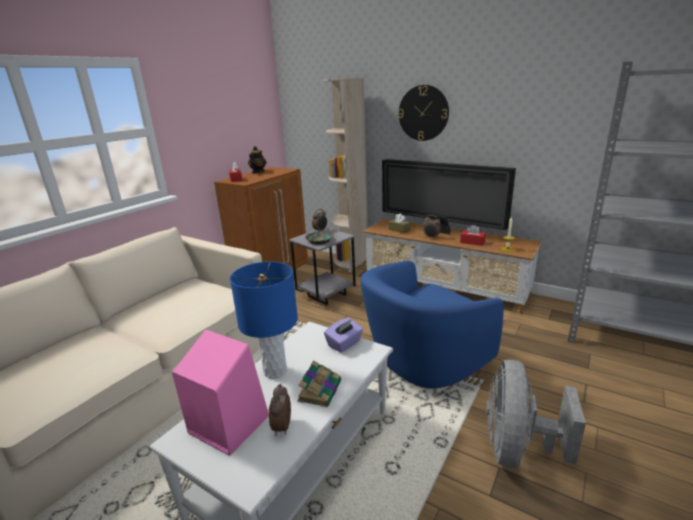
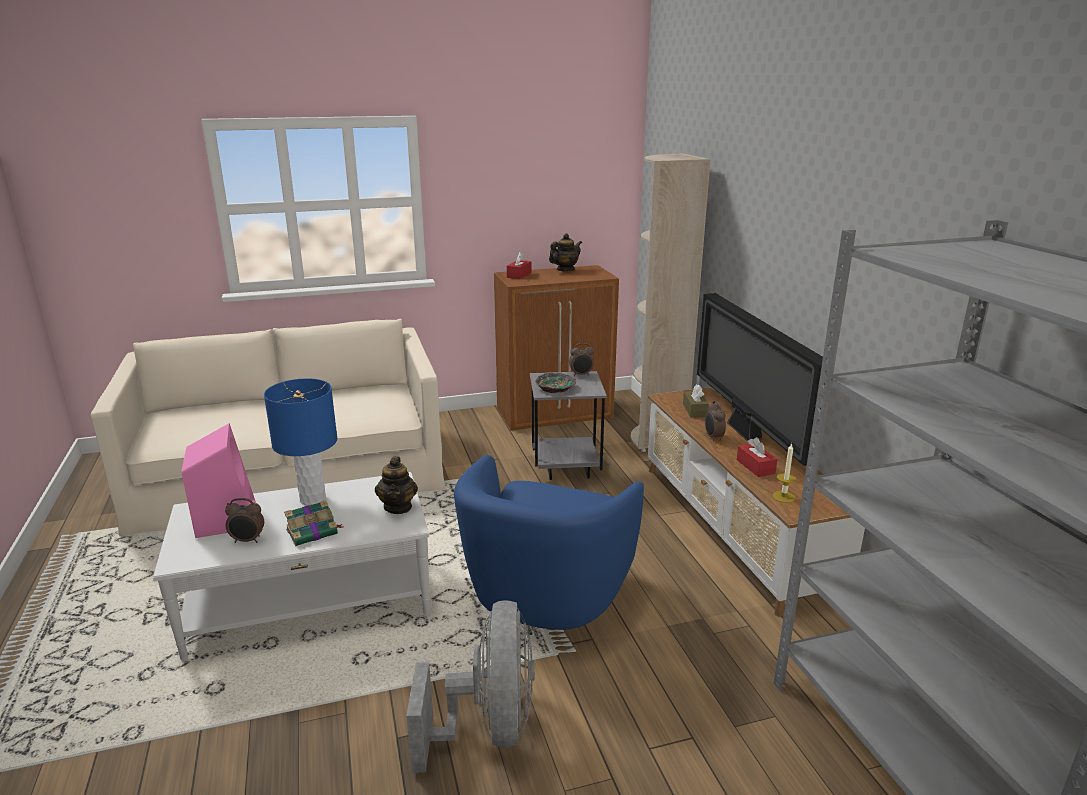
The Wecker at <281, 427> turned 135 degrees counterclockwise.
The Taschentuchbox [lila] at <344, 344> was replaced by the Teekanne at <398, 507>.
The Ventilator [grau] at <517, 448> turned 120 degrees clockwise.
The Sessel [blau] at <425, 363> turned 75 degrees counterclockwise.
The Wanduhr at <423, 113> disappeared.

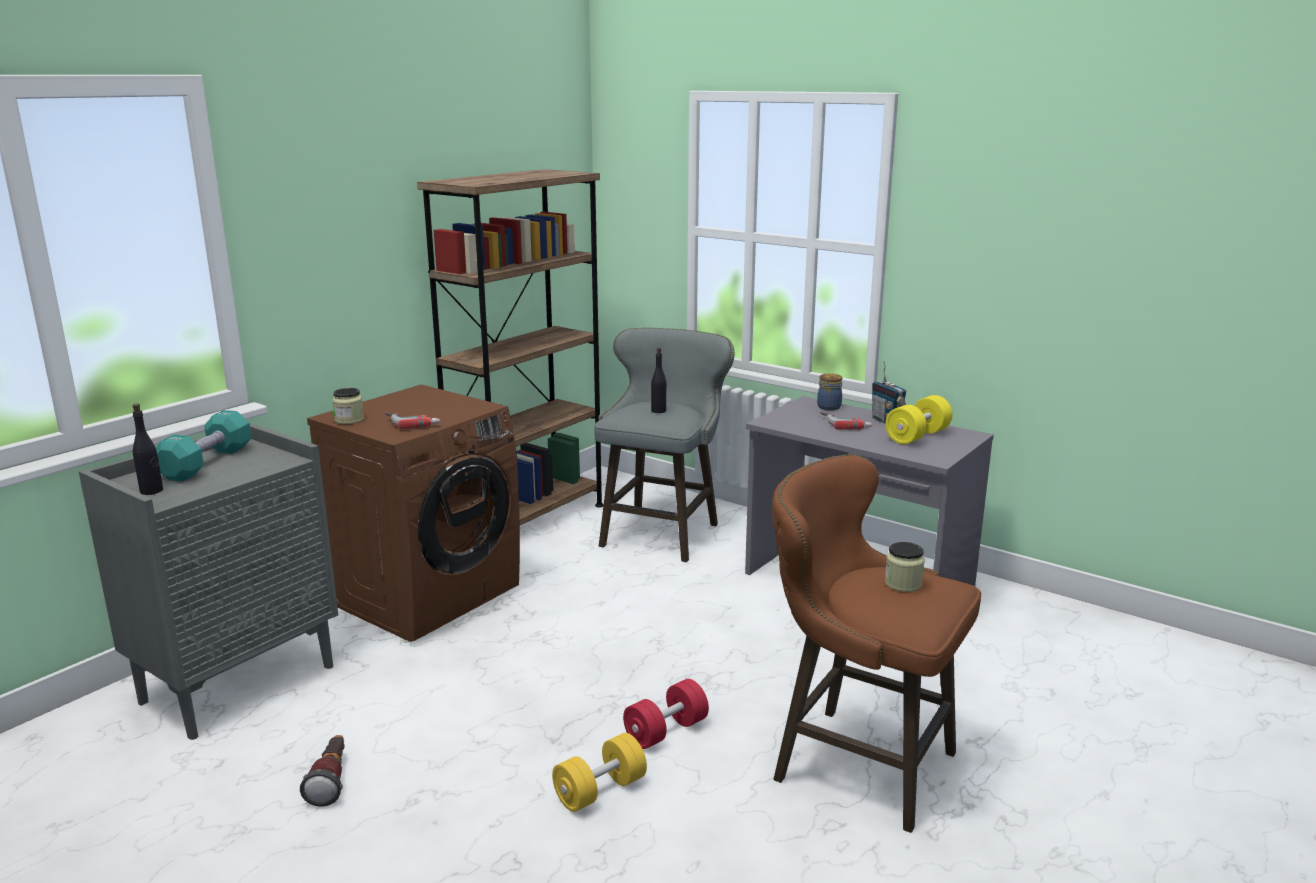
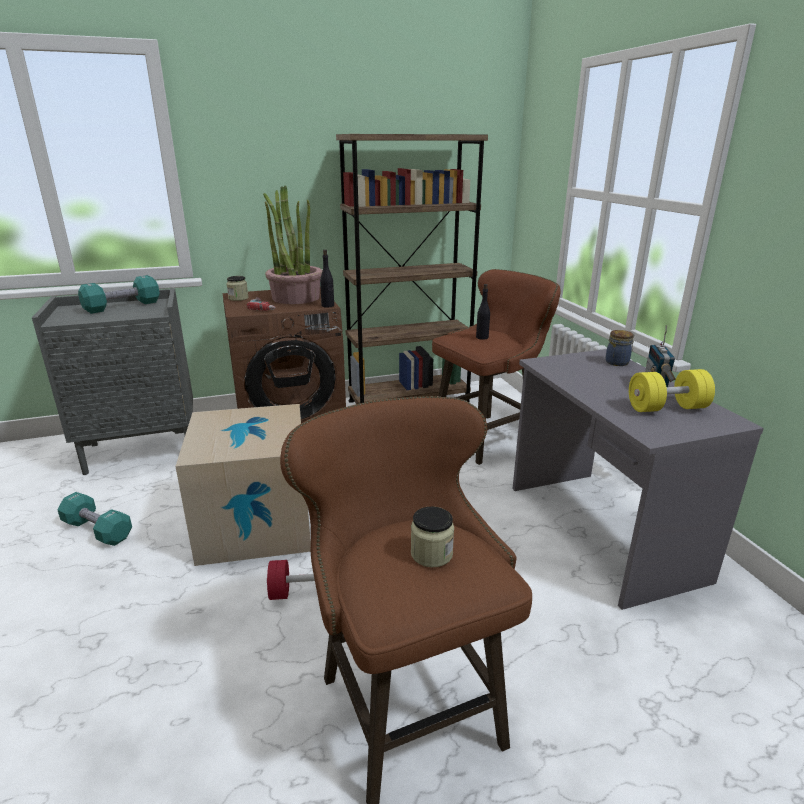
The Taschenlampe at <331, 781> was replaced by the Hantel [türkis] at <97, 530>.
The Karton at <256, 524> appeared.
The Topfpflanze at <295, 297> appeared.
The Flasche [schwarz] moved from <152, 491> to <328, 306>.
The Hocker [grau] at <662, 532> became the Hocker [braun] at <487, 437>.
The Hantel [gelb] at <600, 790> disappeared.
The Bohrmaschine at <845, 423> disappeared.

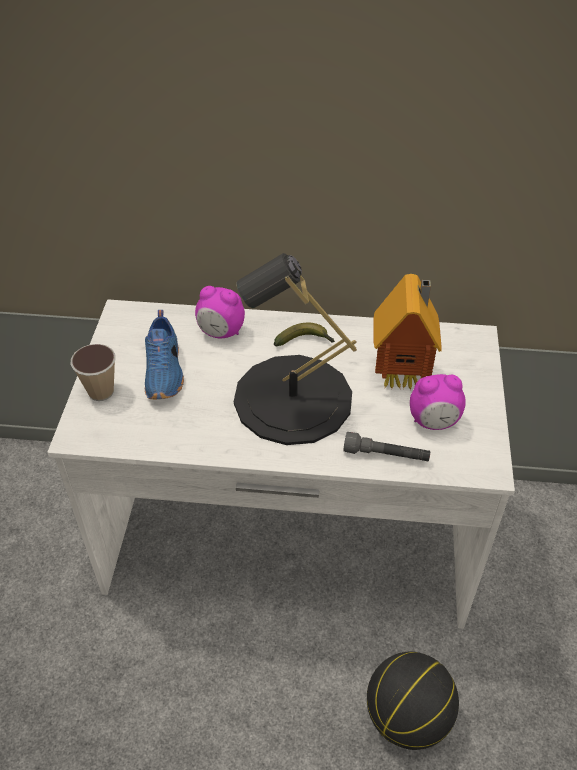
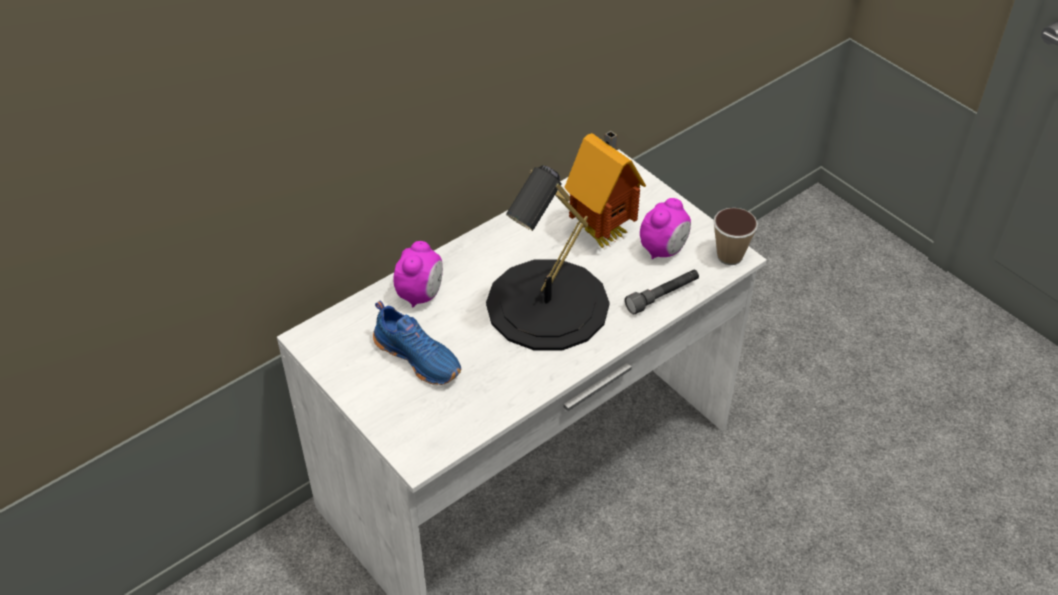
The Wecker at <221, 332> turned 45 degrees counterclockwise.
The Tasse moved from <101, 392> to <729, 256>.
The Banane at <305, 341> disappeared.
The Basketball at <408, 717> disappeared.

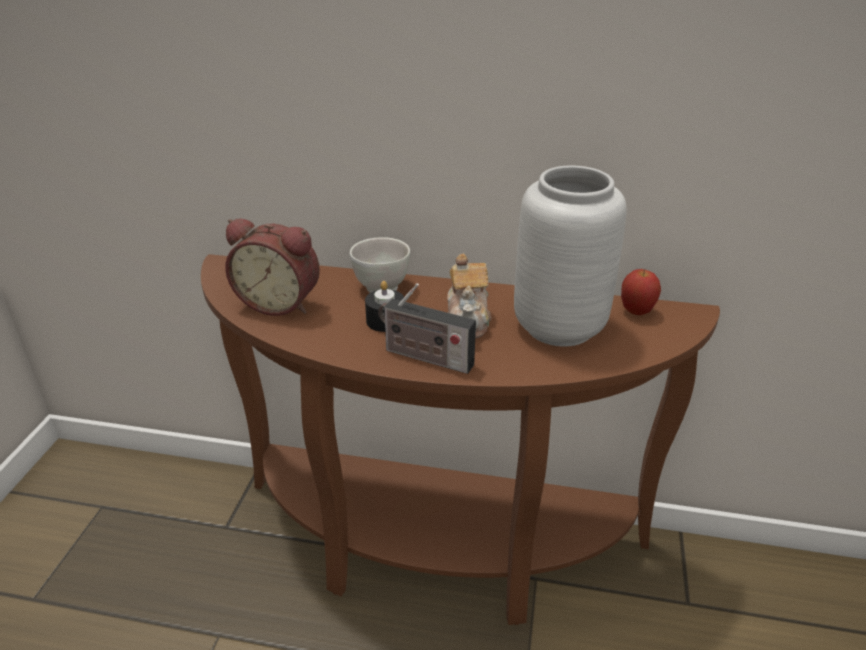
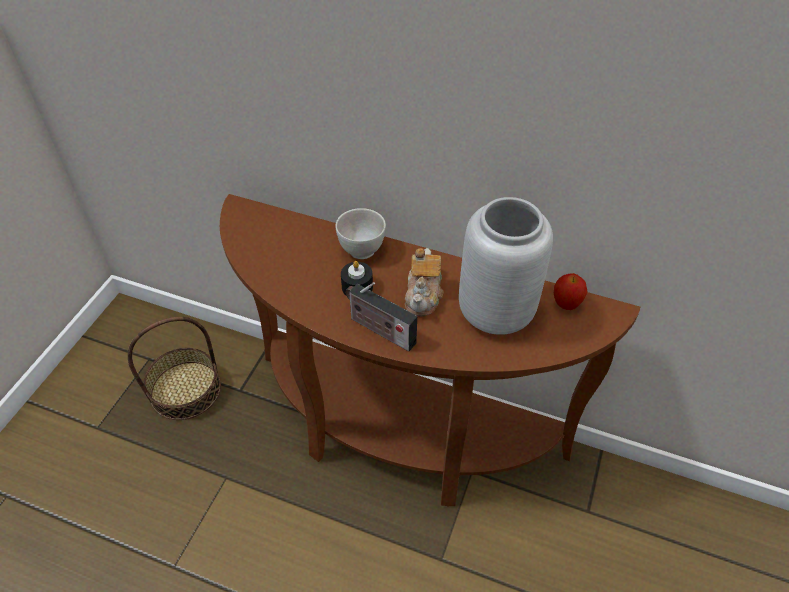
The Korb at <185, 390> appeared.
The Wecker at <280, 302> disappeared.

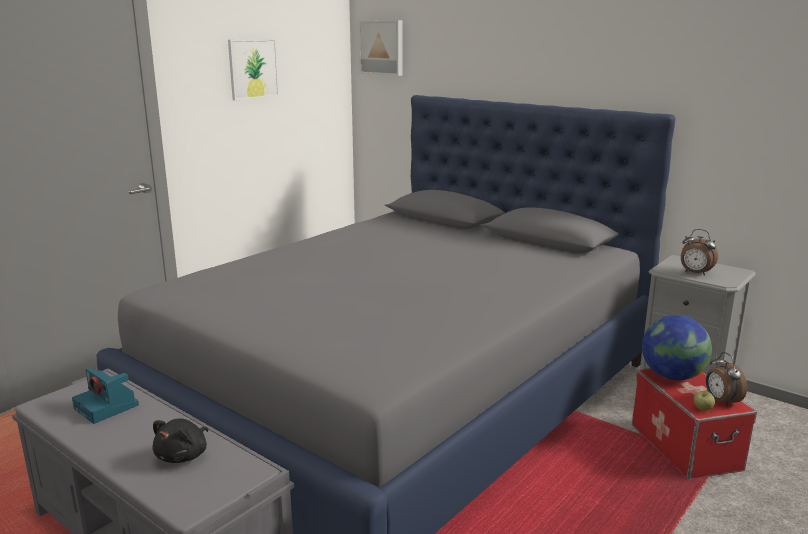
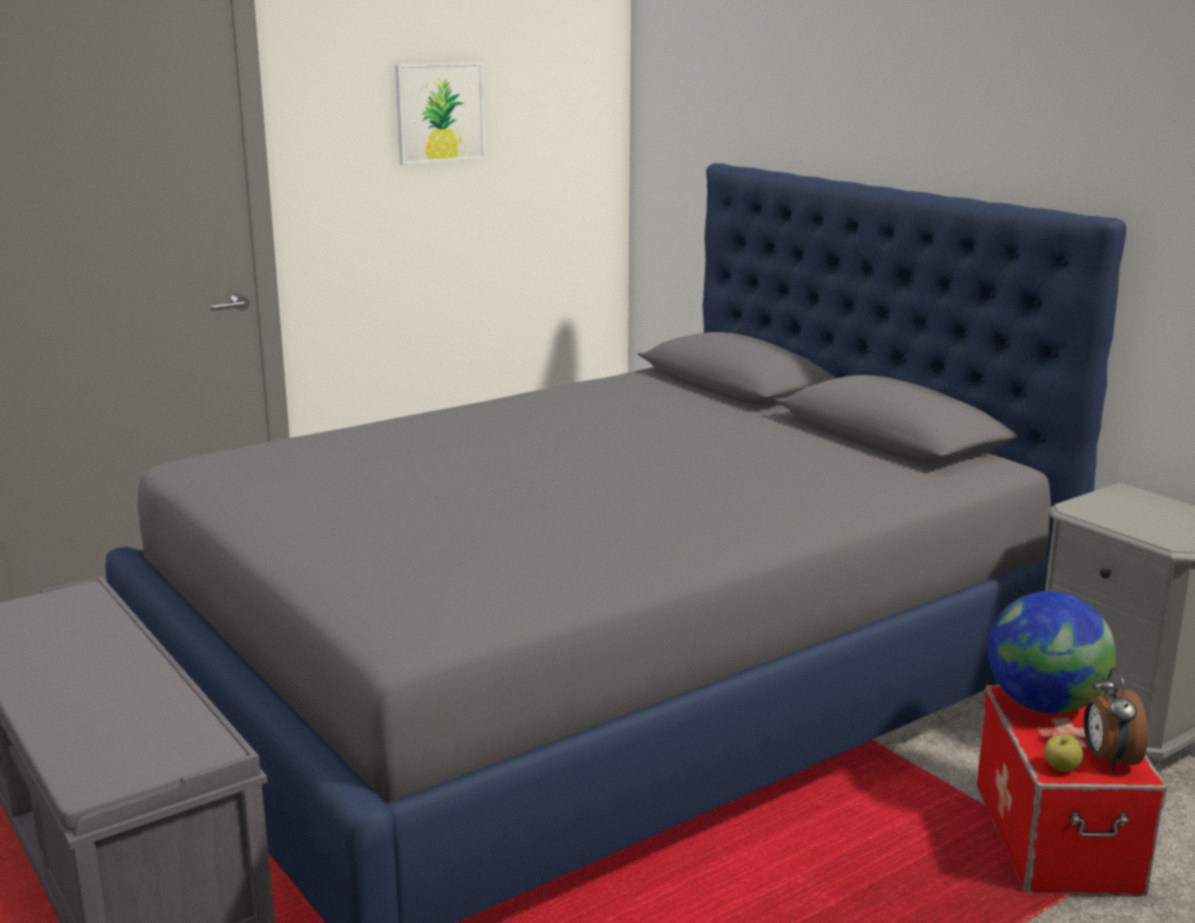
The Kamera at <107, 407> disappeared.
The Plüschtier [schwarz] at <184, 455> disappeared.
The Bild at <382, 47> disappeared.
The Wecker at <695, 273> disappeared.

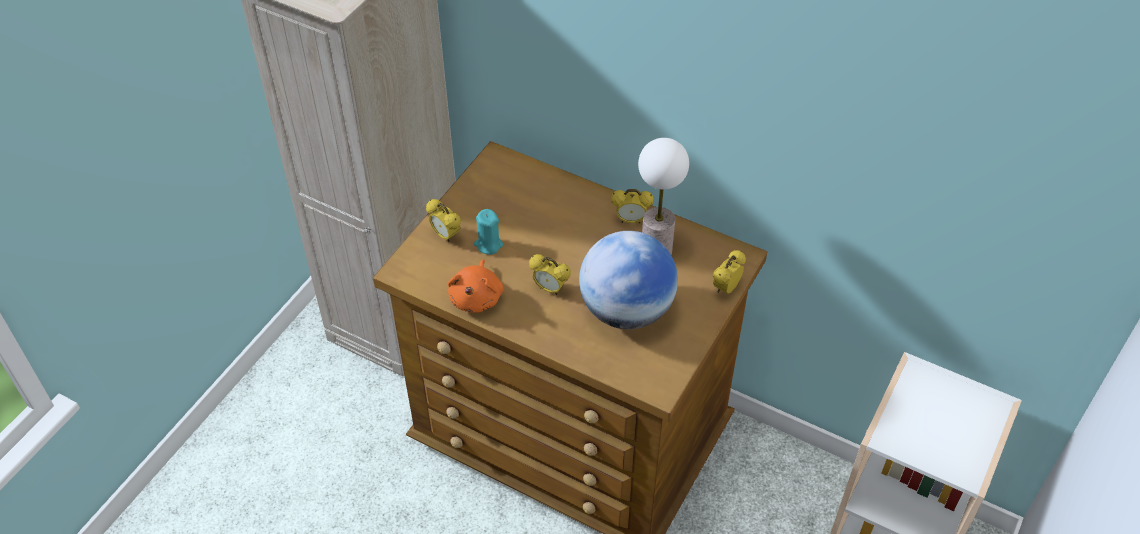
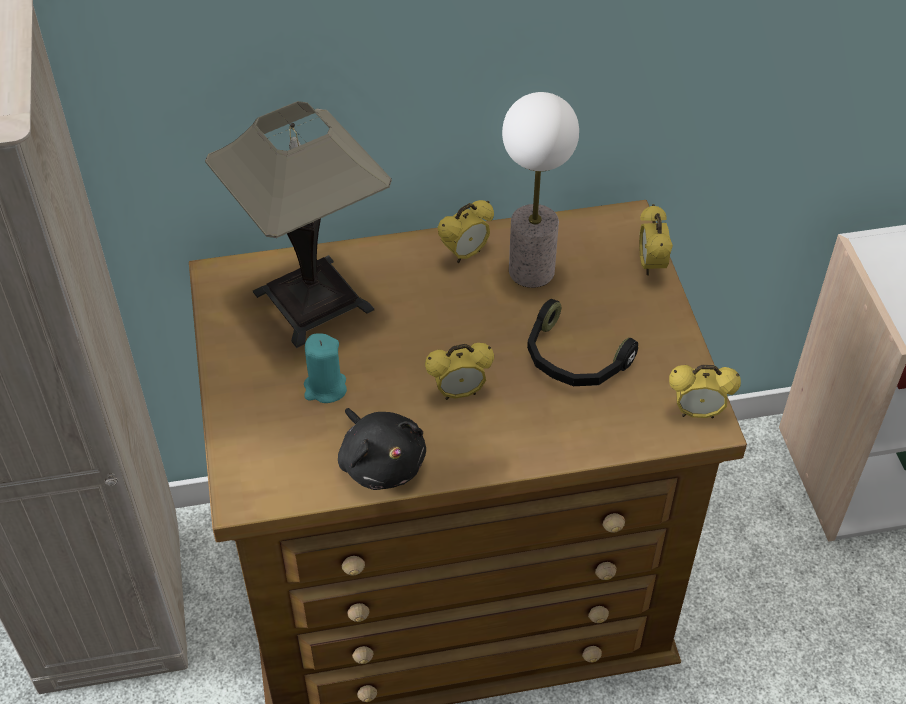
The Tischlampe at <313, 301> appeared.
The Plüschtier [orange] at <477, 297> became the Plüschtier [schwarz] at <381, 462>.
The Globus at <626, 310> was replaced by the Kopfhörer [schwarz] at <573, 360>.
The Wecker moved from <445, 235> to <697, 412>.

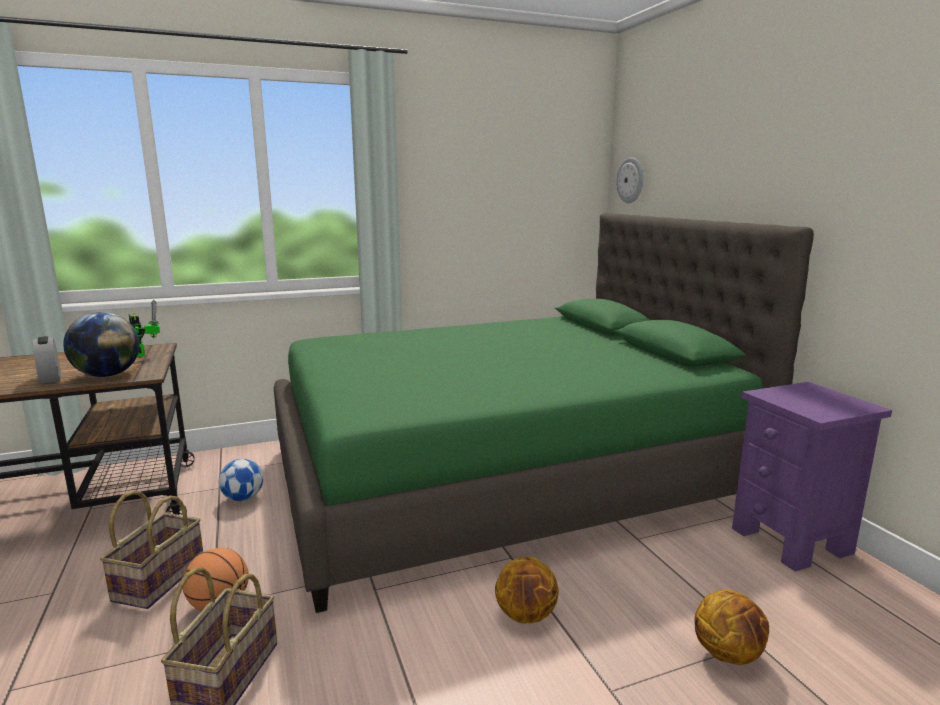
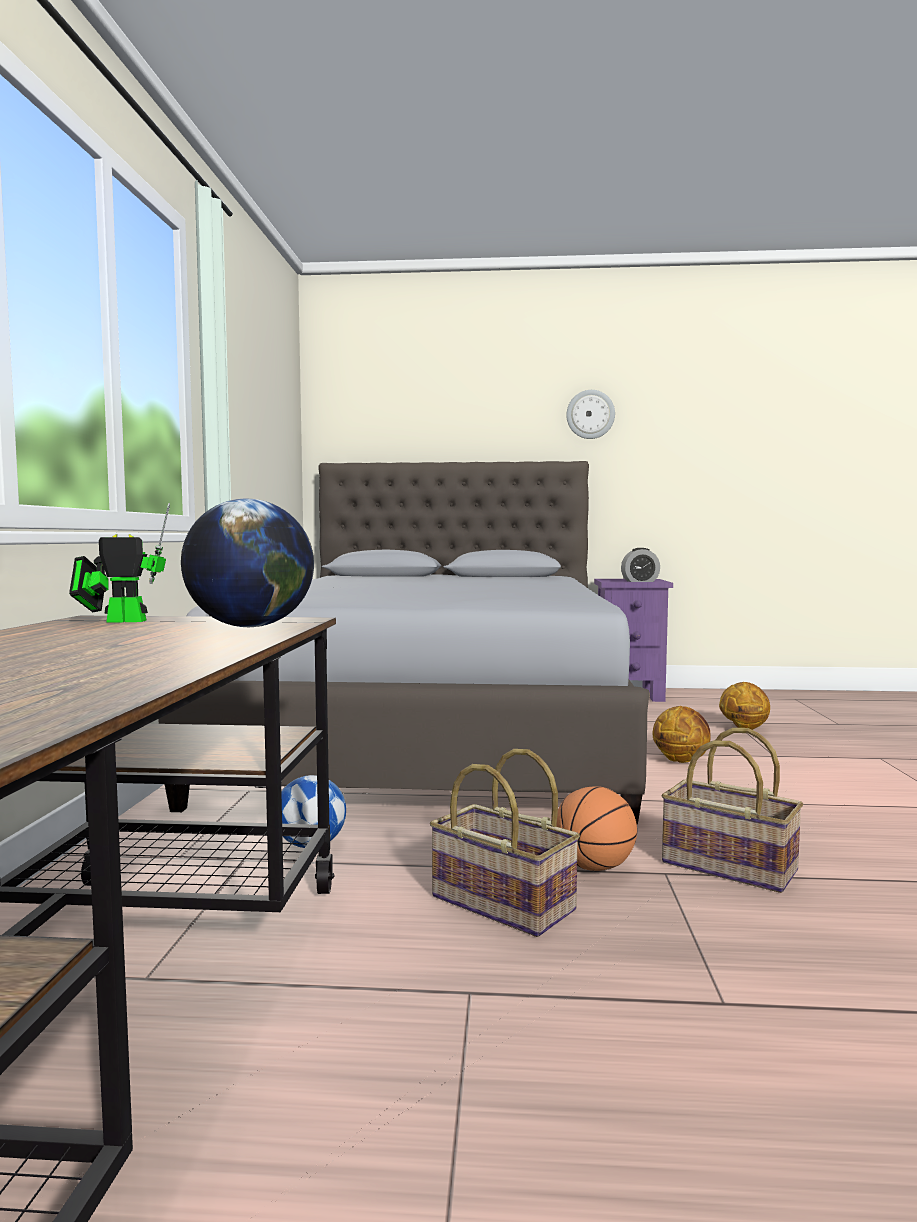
The Bett [grün] at <505, 474> became the Bett [grau] at <434, 732>.
The Wanduhr moved from <630, 180> to <590, 414>.
The Wecker moved from <50, 378> to <640, 581>.

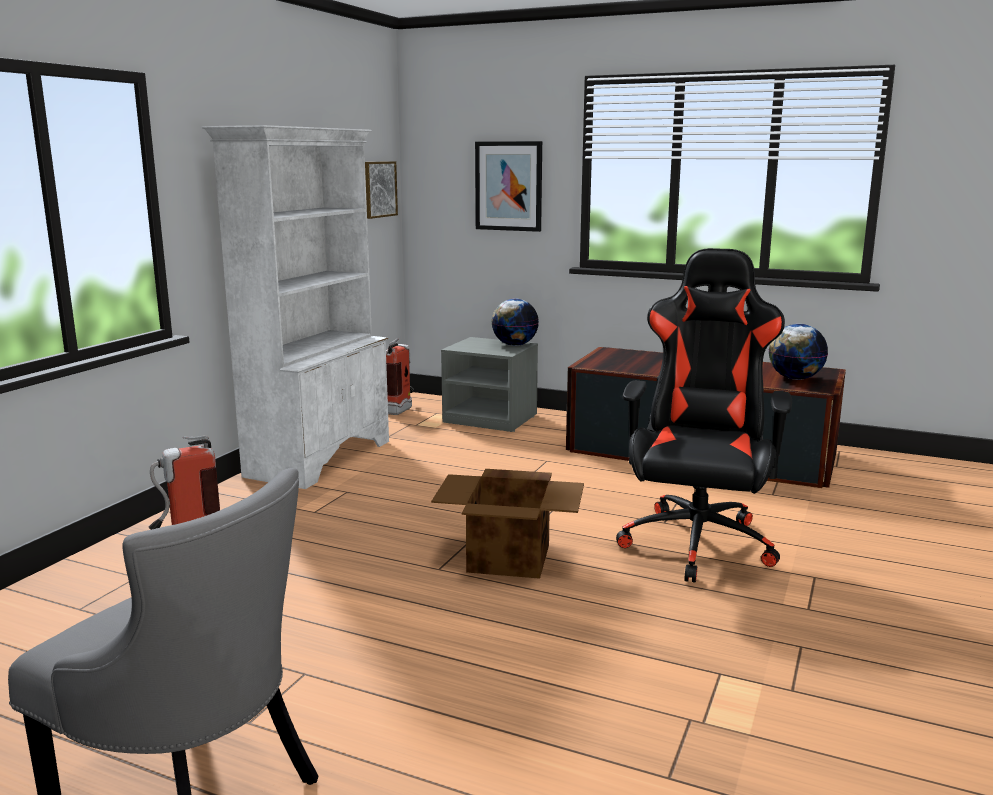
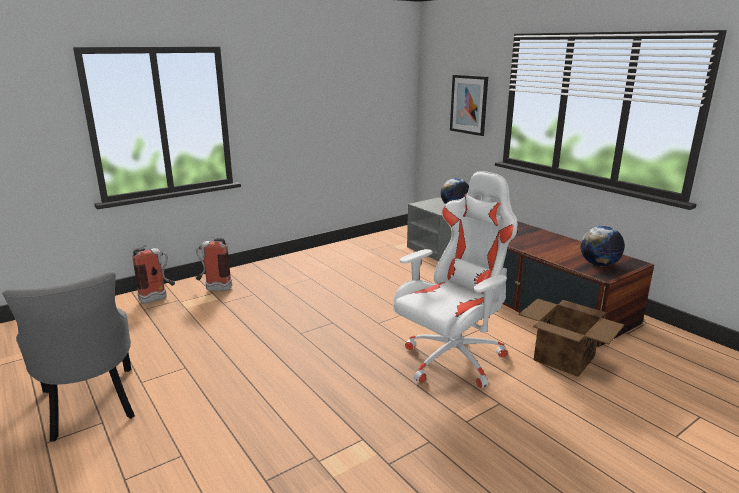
The Feuerlöscher moved from <401, 409> to <158, 298>.
The Bürostuhl [schwarz] at <695, 550> became the Bürostuhl [weiß] at <448, 363>.
The Karton moved from <510, 558> to <565, 358>.
The Bücherregal [weiß] at <318, 458> disappeared.
The Bild at <377, 189> disappeared.

